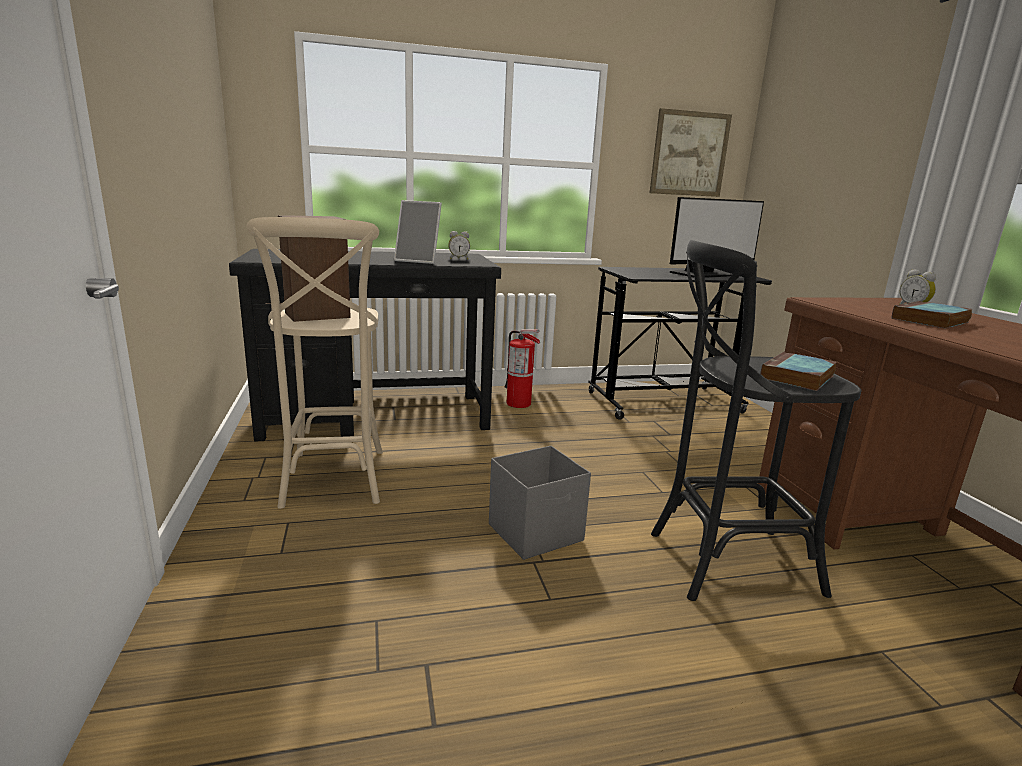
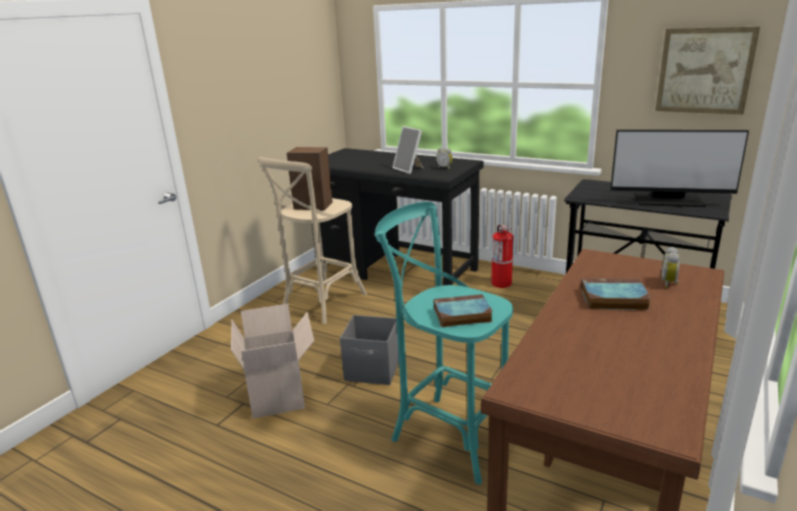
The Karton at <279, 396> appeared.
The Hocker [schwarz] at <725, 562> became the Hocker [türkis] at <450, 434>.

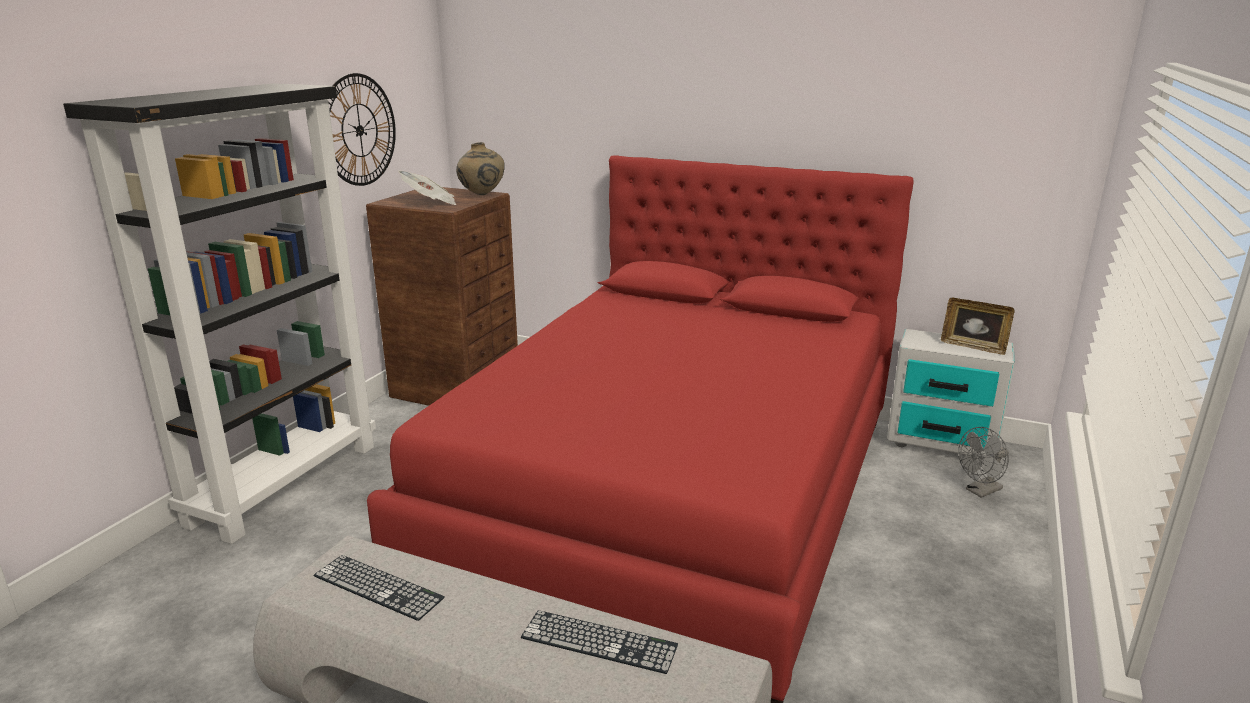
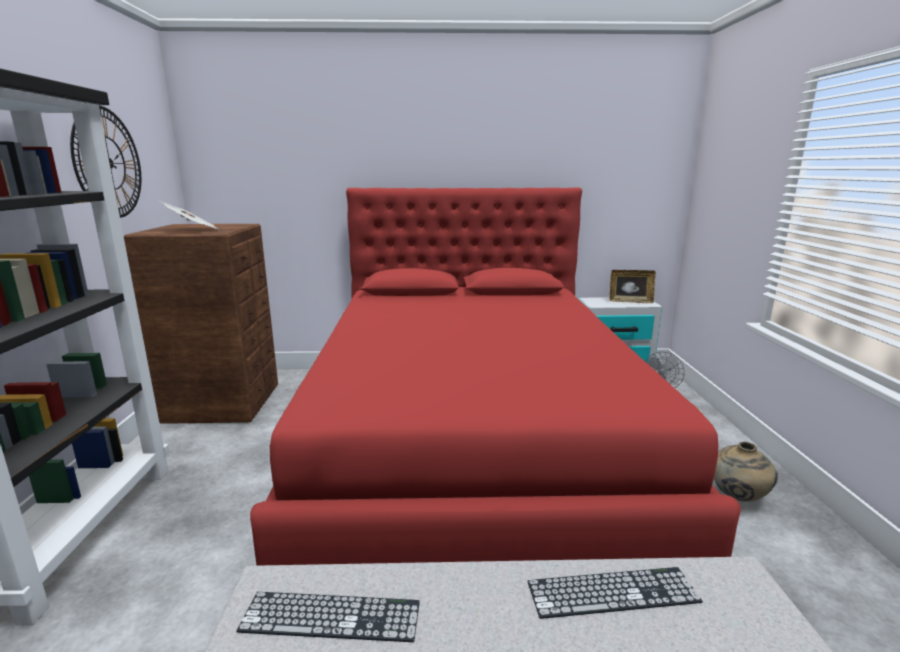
The Vase [beige] moved from <482, 195> to <738, 498>.

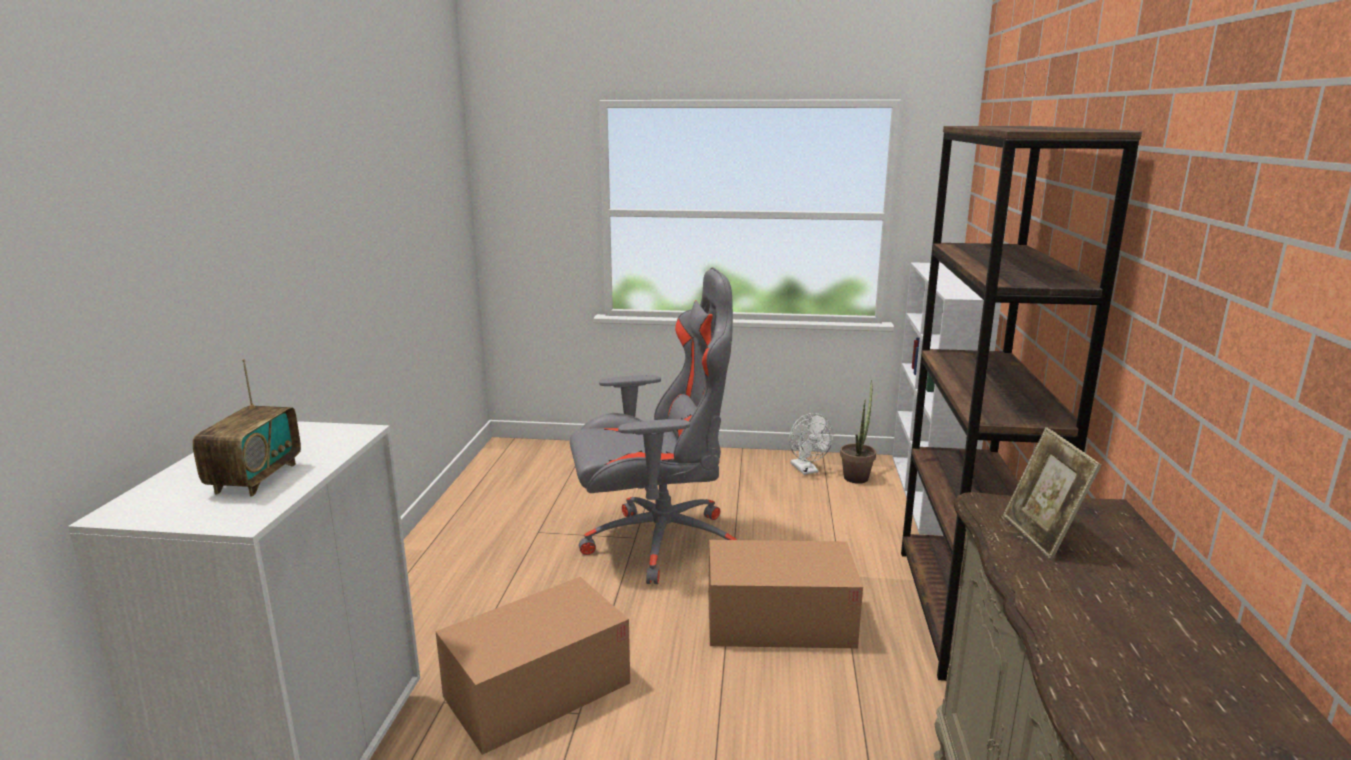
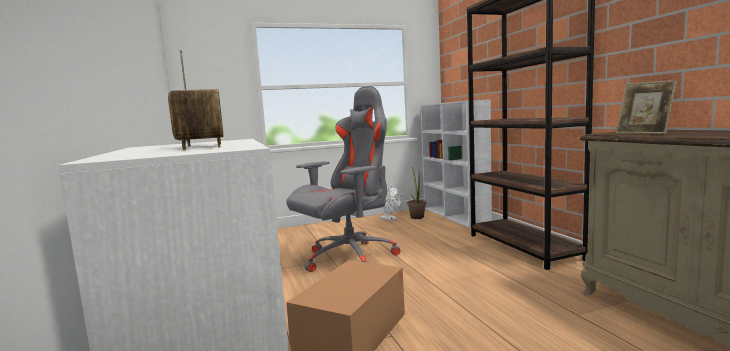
The Karton at <779, 621> disappeared.

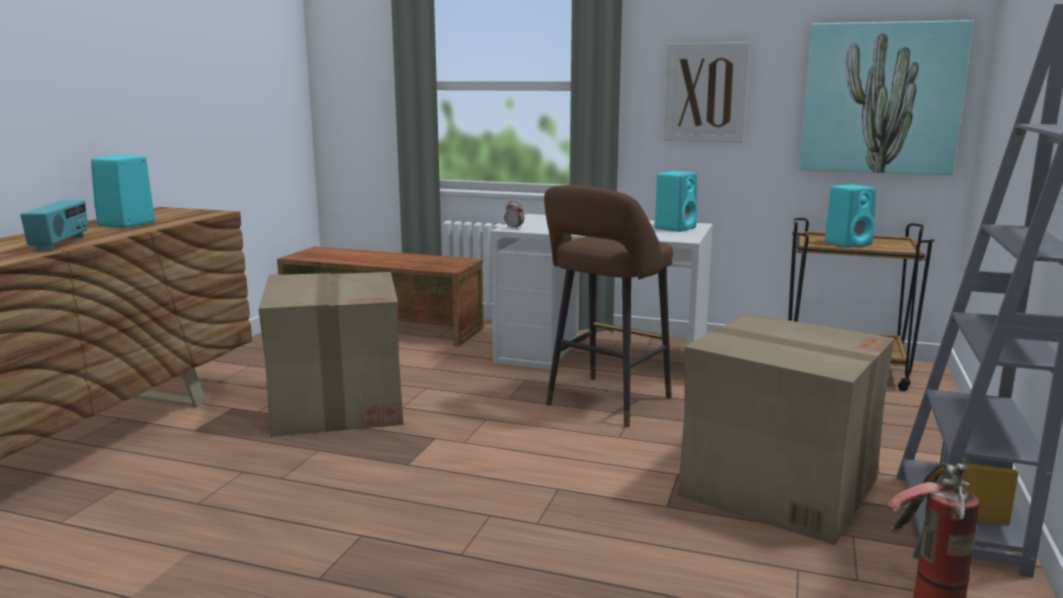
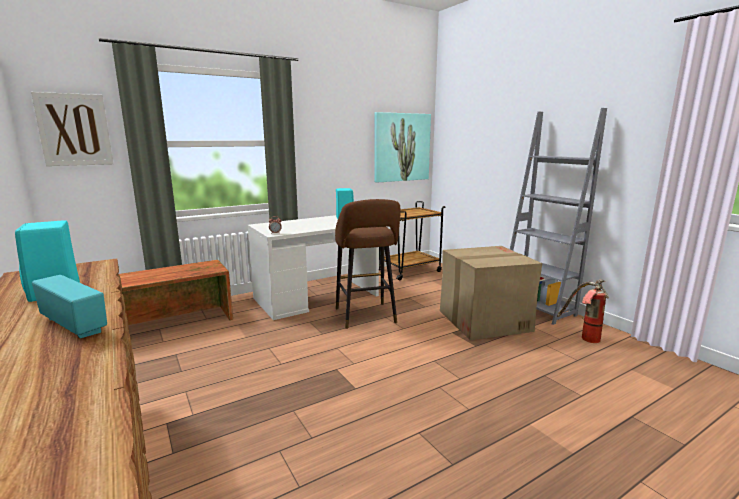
The Bild moved from <705, 93> to <74, 130>.
The Karton at <338, 405> disappeared.
The Lautsprecher [türkis] at <848, 243> disappeared.

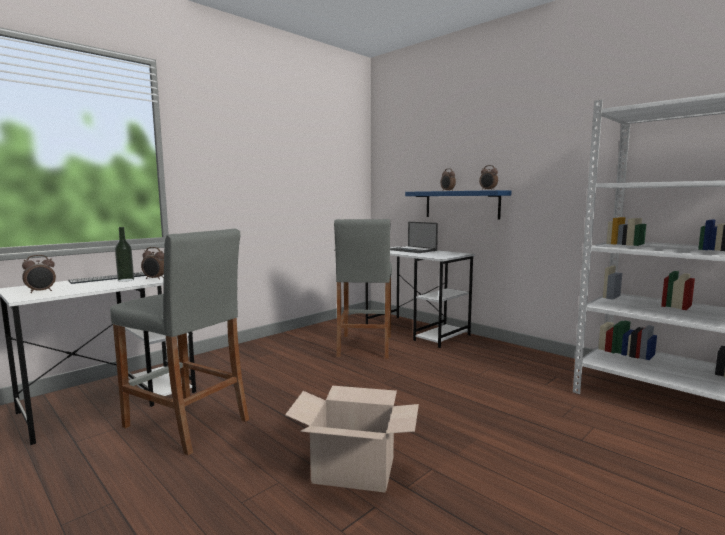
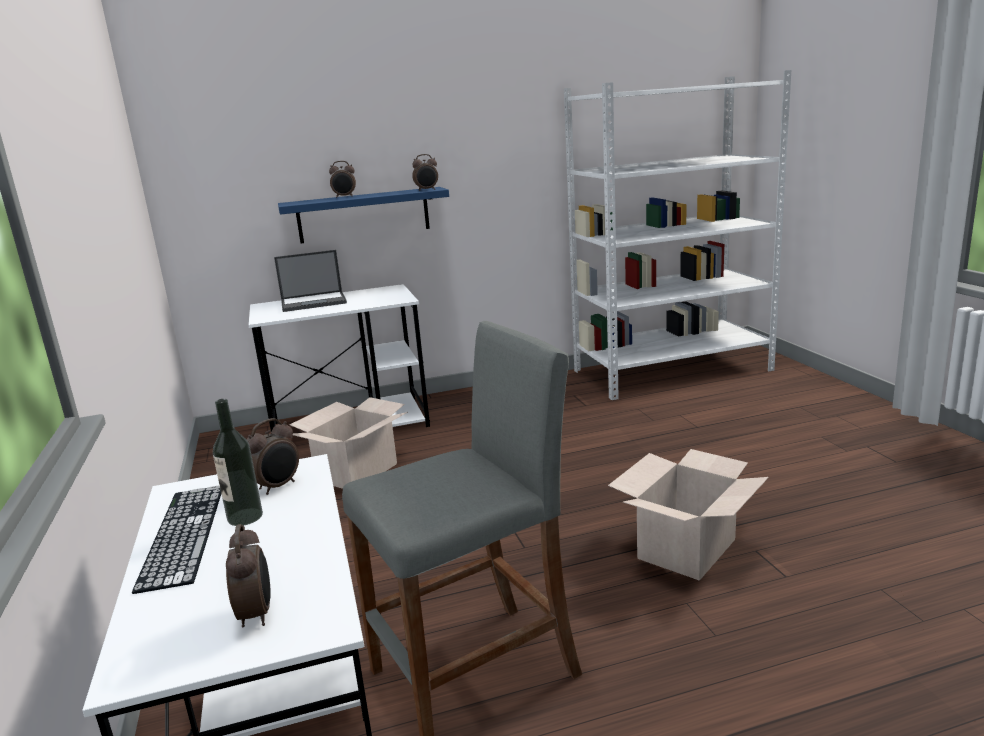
The Hocker [grau] at <364, 346> was replaced by the Karton at <357, 472>.

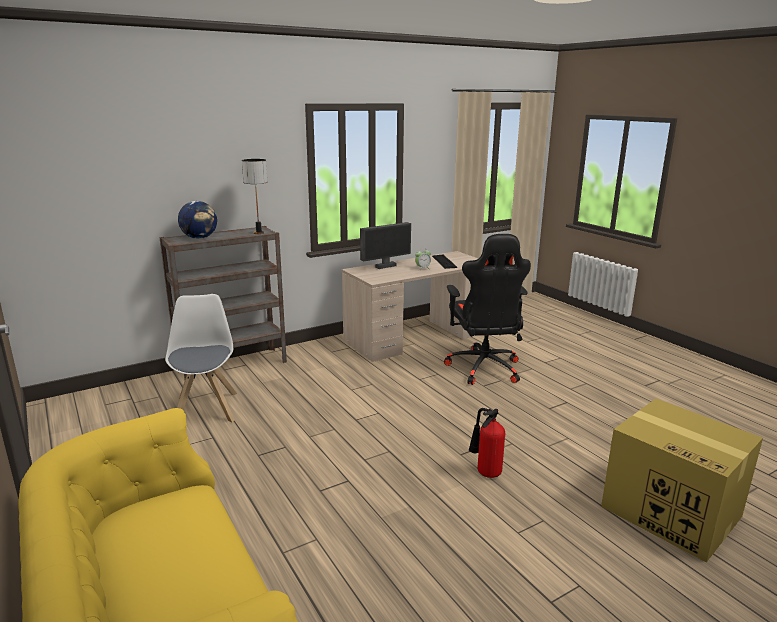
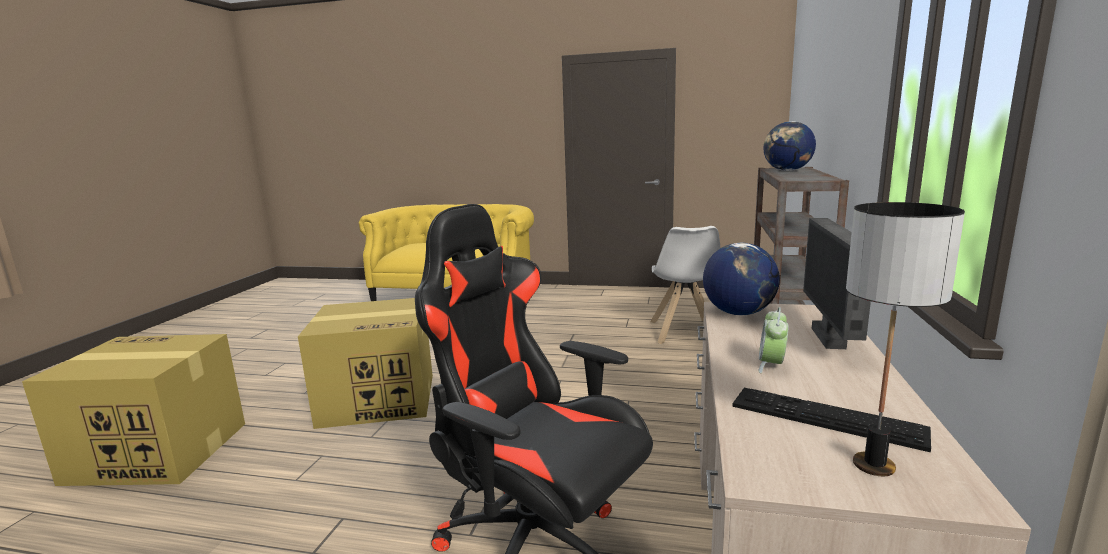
The Feuerlöscher at <485, 473> was replaced by the Karton at <380, 399>.
The Stuhl at <206, 408> turned 60 degrees clockwise.
The Globus at <738, 313> appeared.
The Tischlampe moved from <259, 233> to <873, 466>.

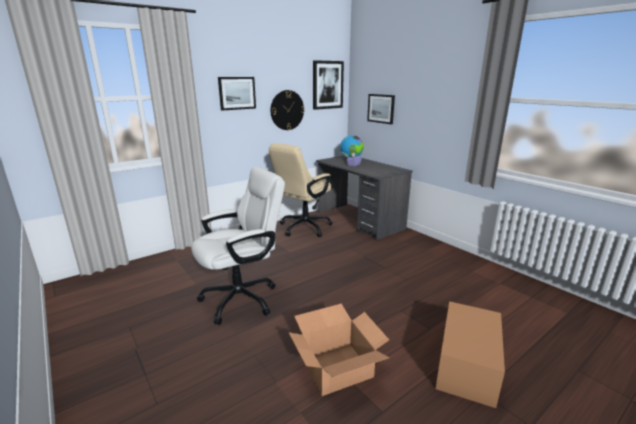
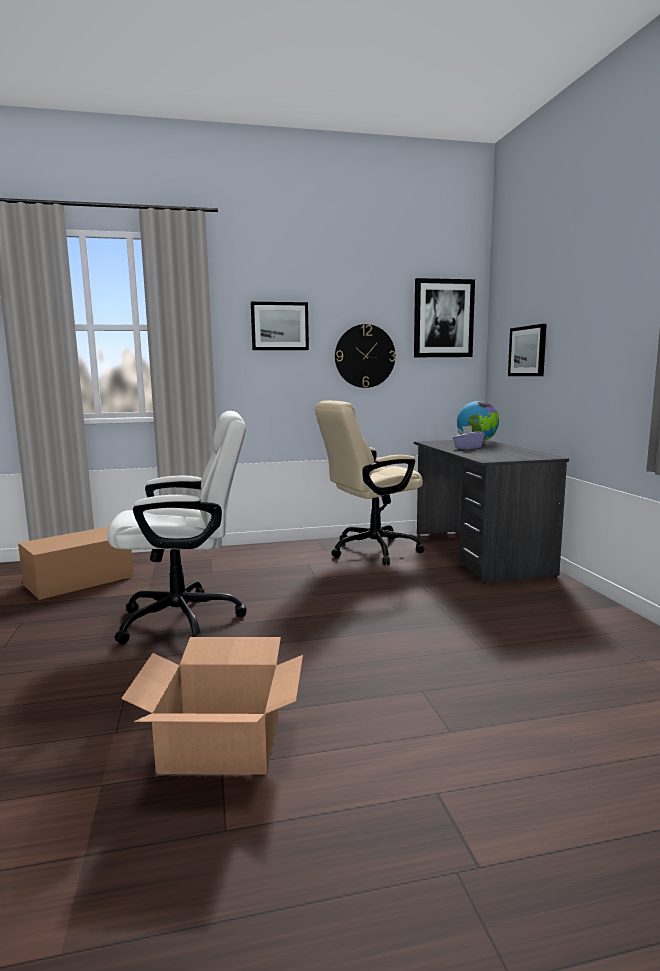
The Karton moved from <467, 365> to <79, 580>.

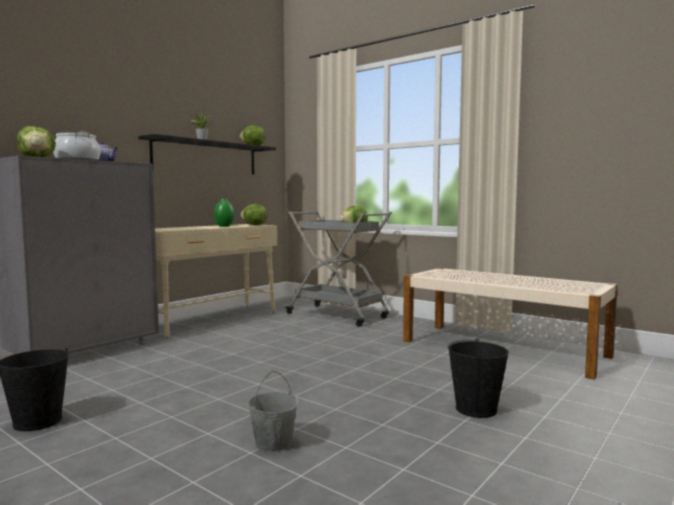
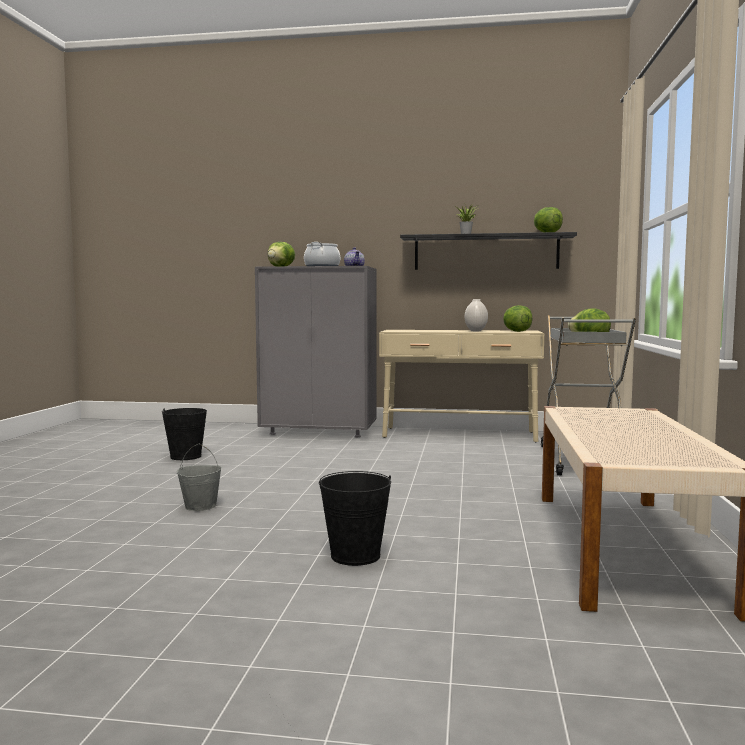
The Vase [grün] at <224, 226> became the Vase [weiß] at <476, 331>.

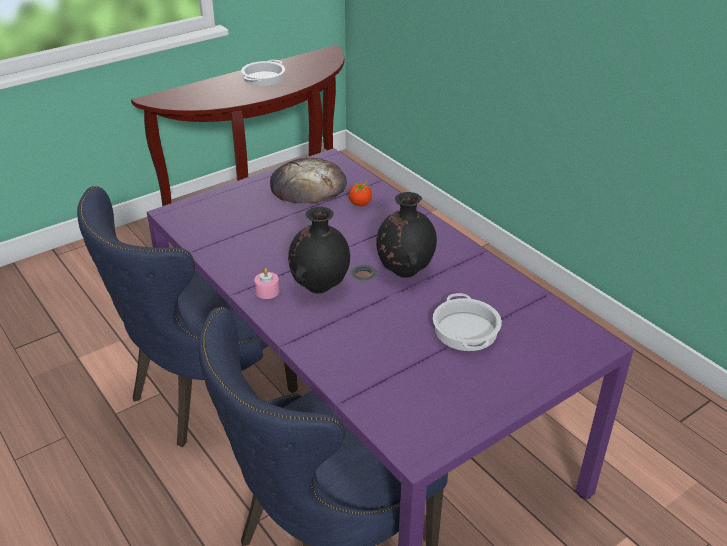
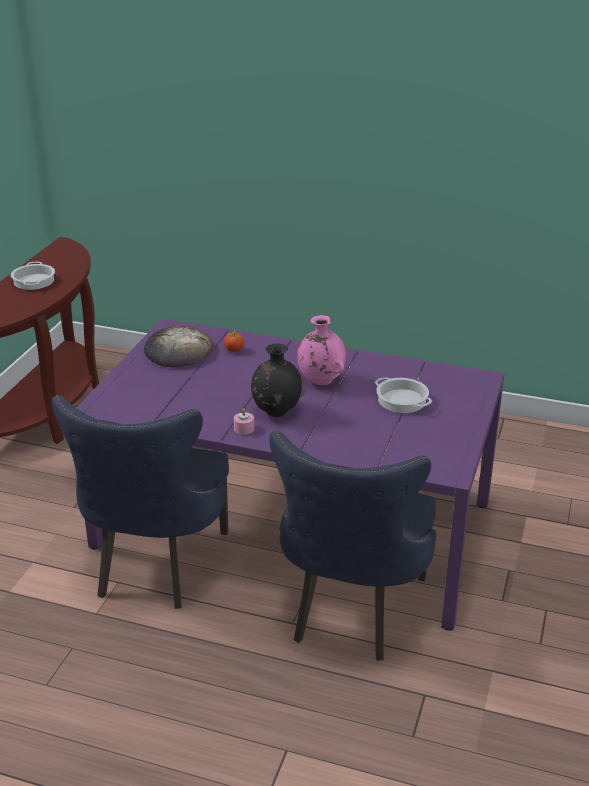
The Vase [schwarz] at <404, 270> became the Vase [rosa] at <320, 381>.

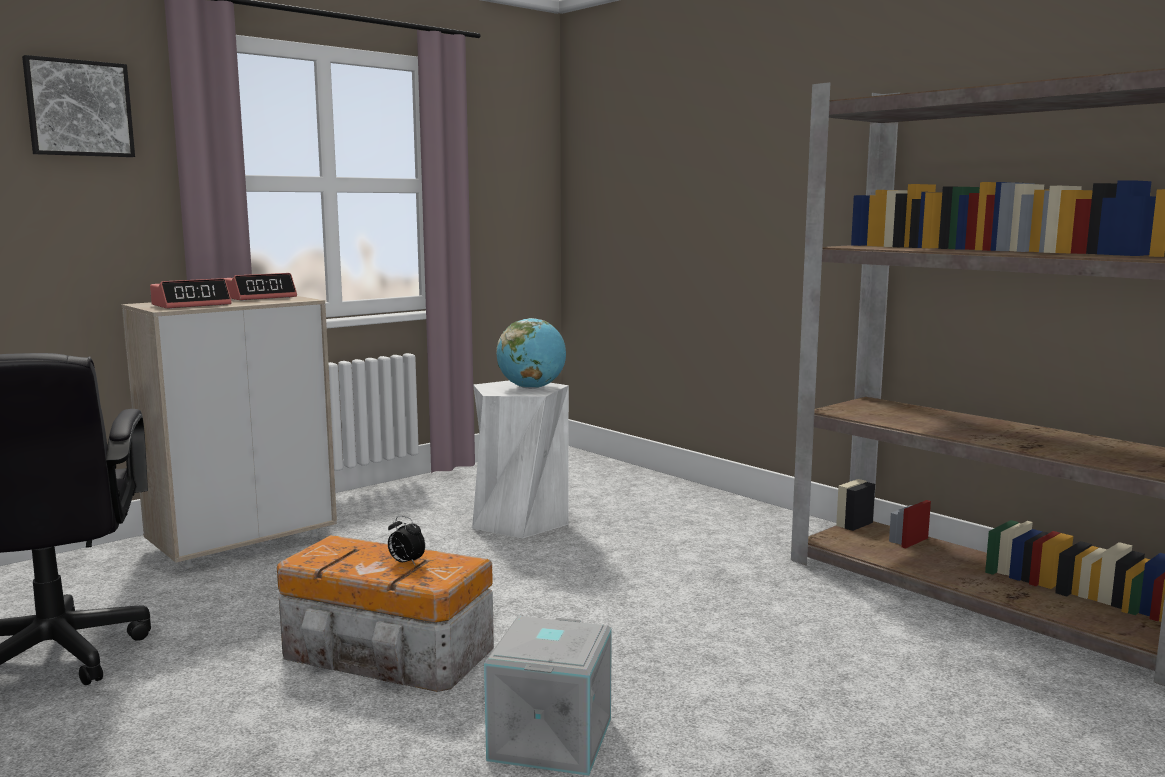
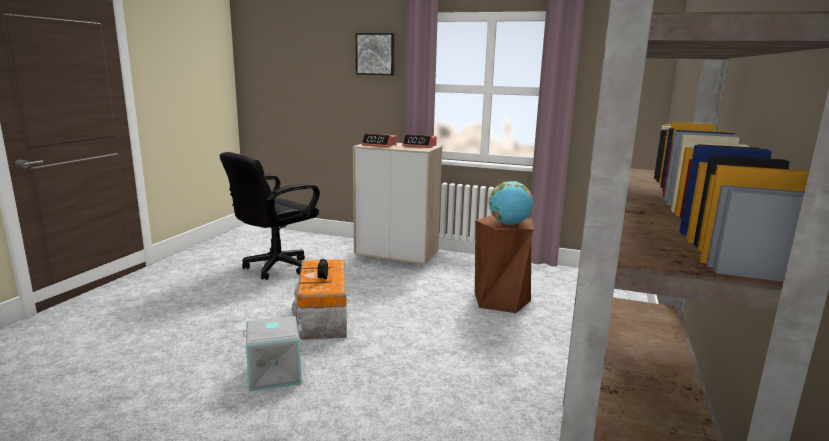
The Hocker [weiß] at <519, 521> became the Hocker [braun] at <501, 300>.

